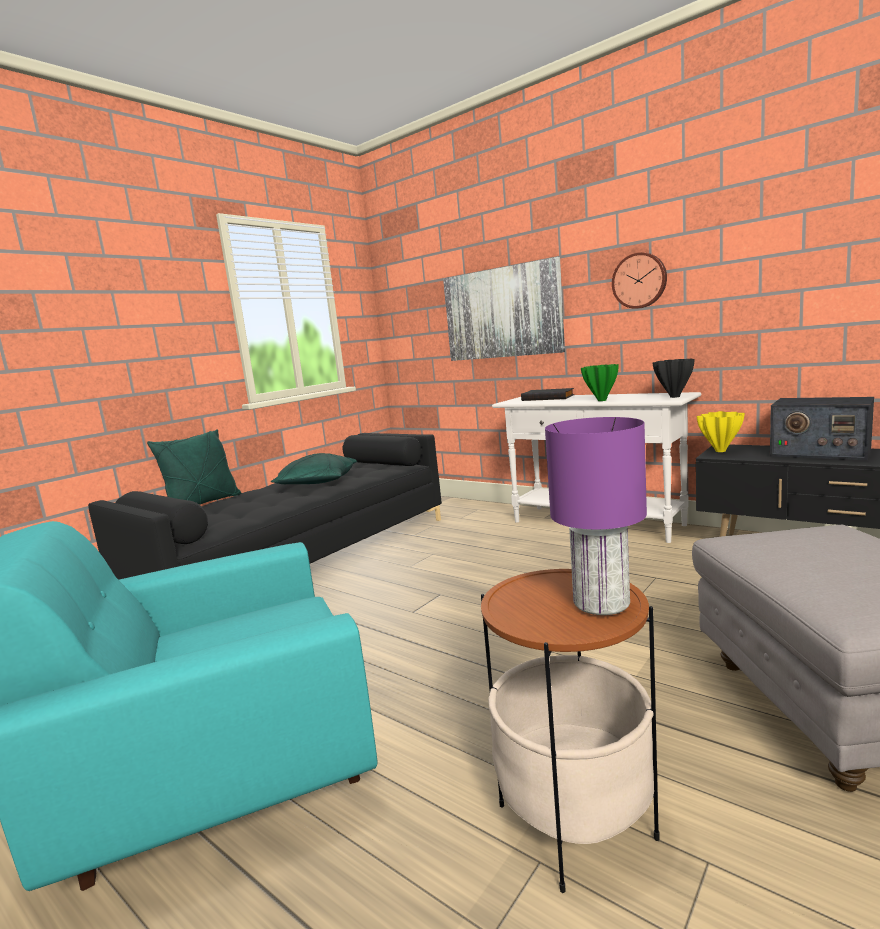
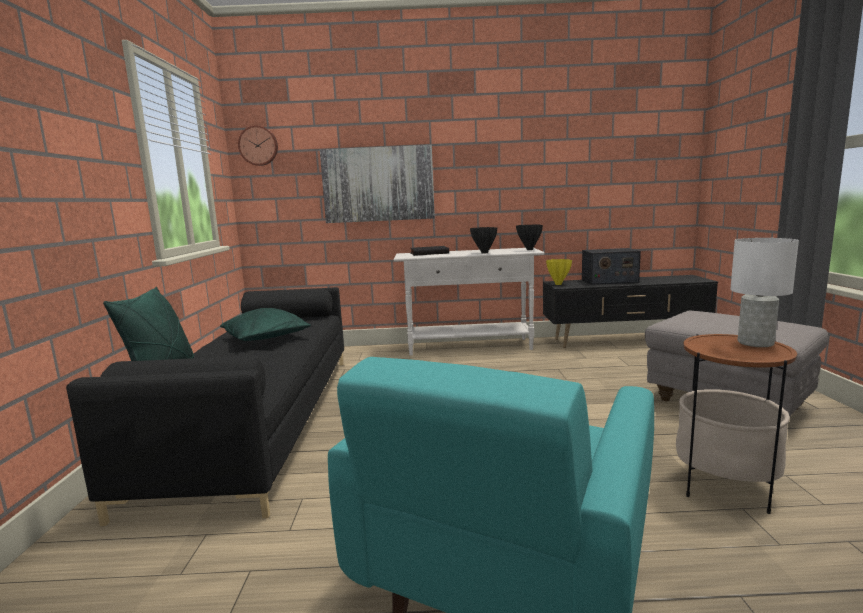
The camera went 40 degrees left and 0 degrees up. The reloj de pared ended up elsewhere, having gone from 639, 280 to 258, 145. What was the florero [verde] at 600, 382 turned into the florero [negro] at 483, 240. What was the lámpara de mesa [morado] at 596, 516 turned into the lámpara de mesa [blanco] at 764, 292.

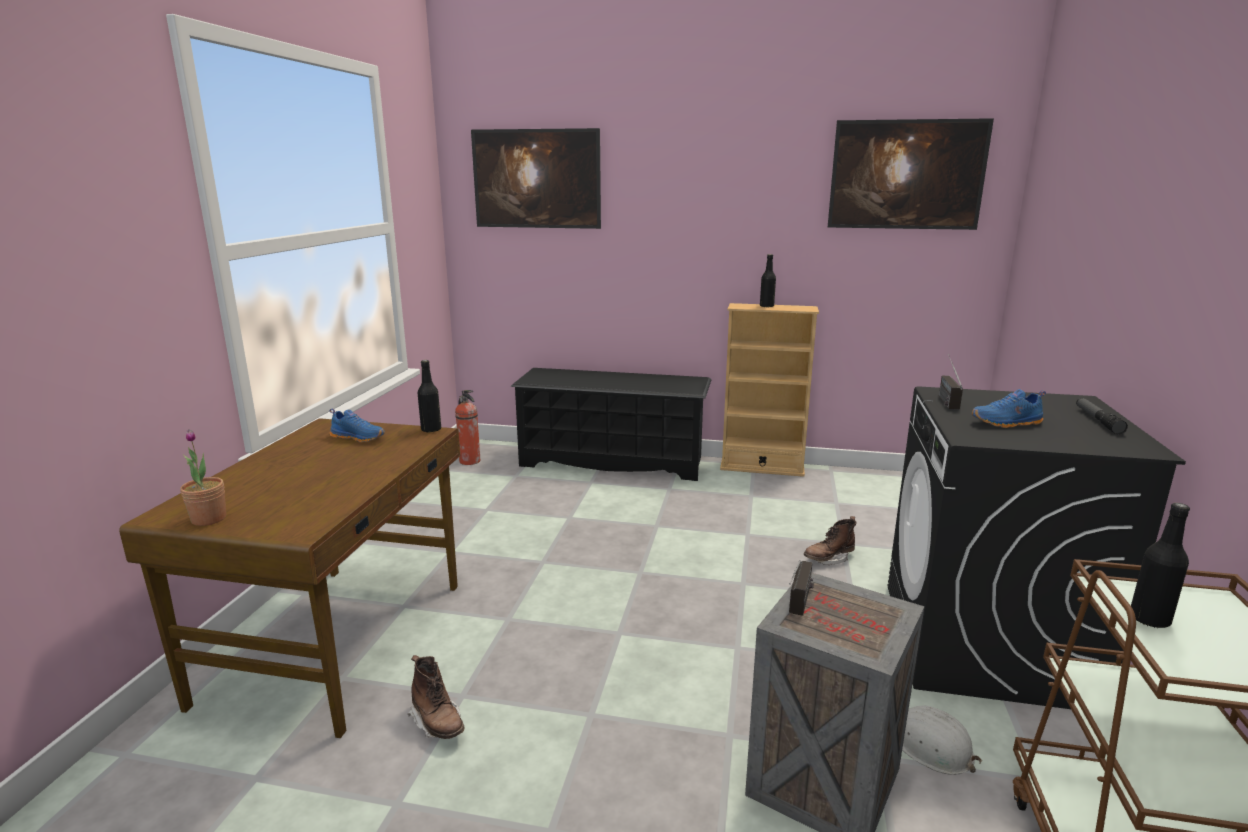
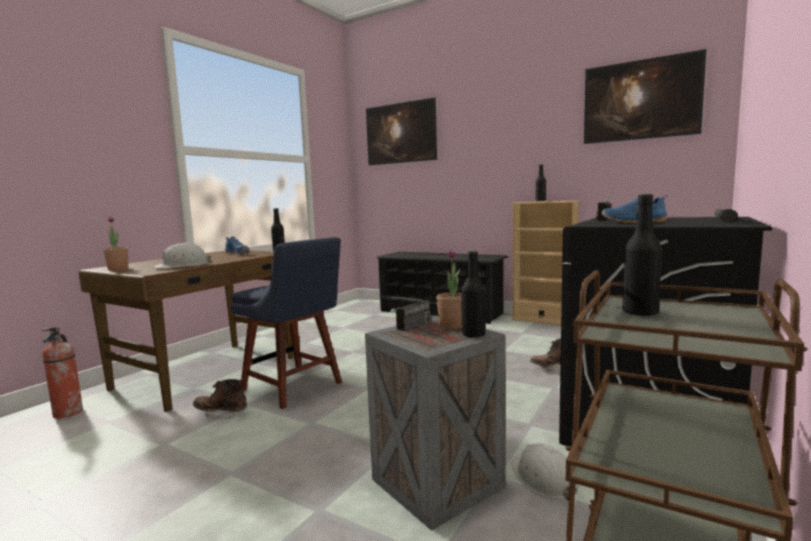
The camera went 20 degrees right and 10 degrees down. The extintor ended up elsewhere, having gone from 467, 427 to 62, 373. The bota [marrón] at 436, 697 ended up facing another way, 120 degrees clockwise from before. The second view gained the silla [azul] at 286, 323. The second view gained the casco [blanco] at 182, 255. The second view gained the planta en maceta at 449, 289. The second view gained the botella [negro] at 473, 294.

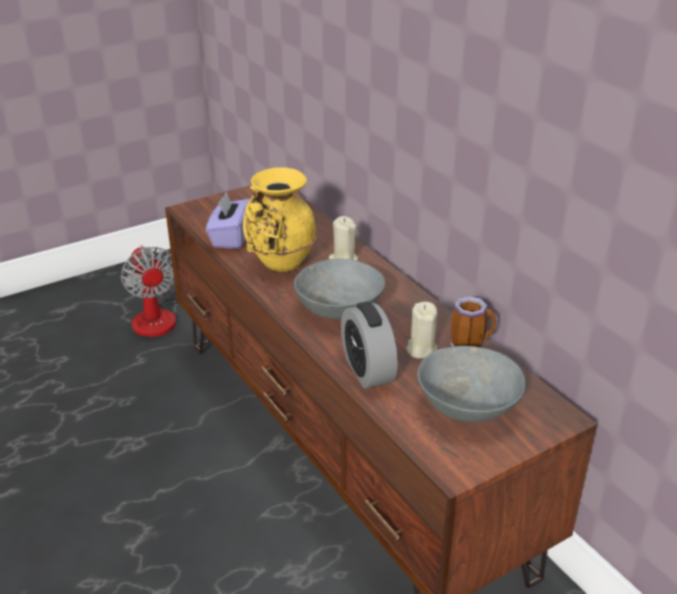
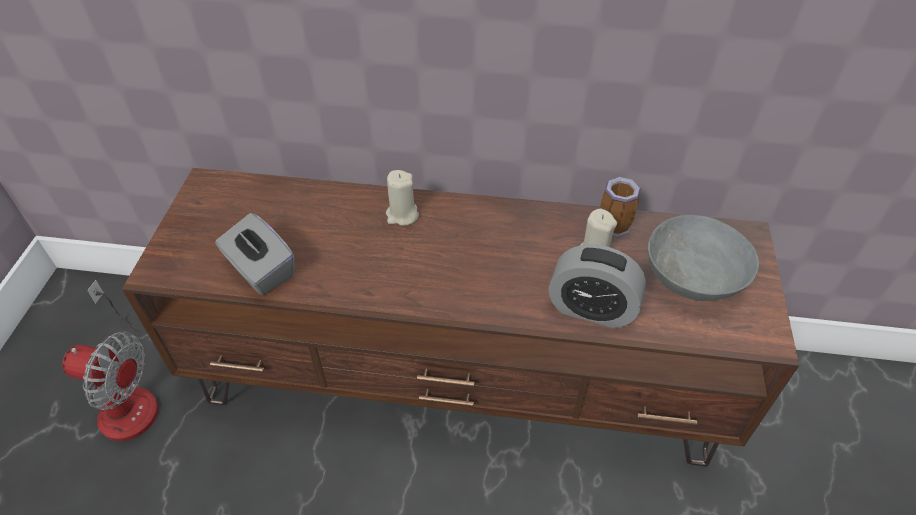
The camera went 50 degrees left and 15 degrees up. The second view lost the florero [amarillo] at 280, 219. What was the caja de pañuelos [morado] at 228, 220 turned into the caja de pañuelos [gris] at 255, 254. The second view lost the cuenco [gris] at 339, 289.

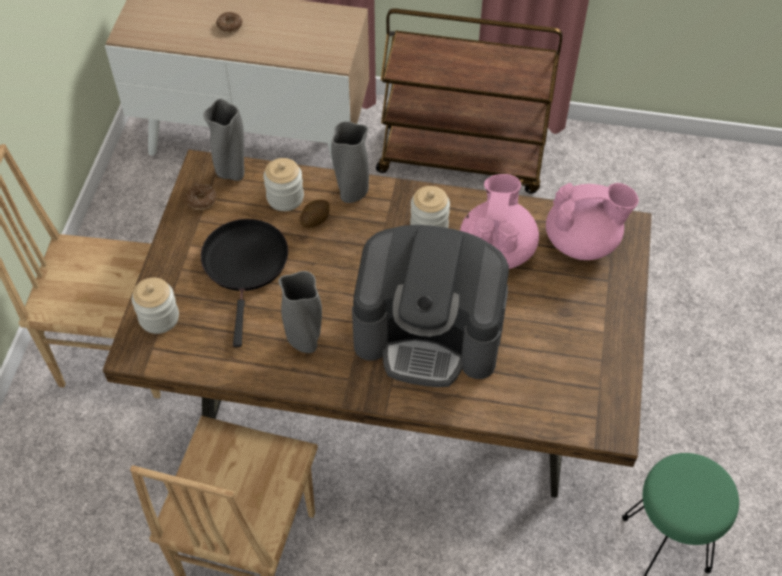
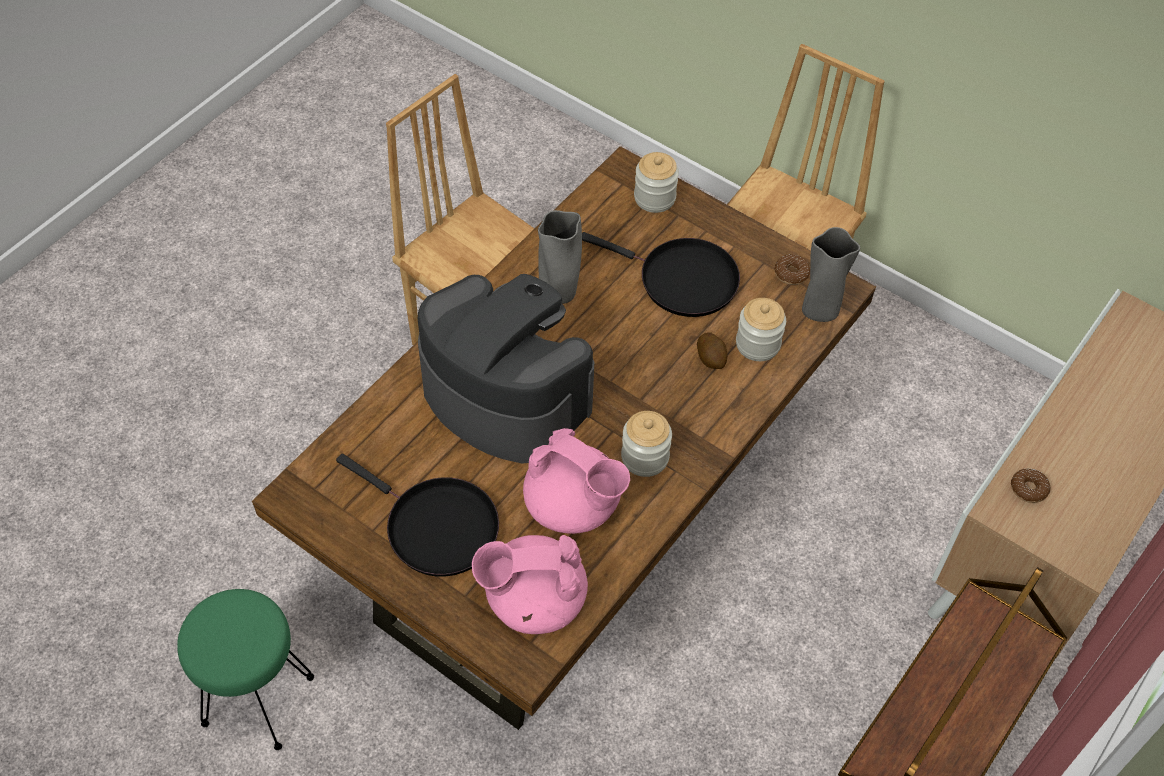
The camera went 115 degrees right and 0 degrees up. The rosquilla ended up elsewhere, having gone from 229, 22 to 1031, 485. The second view lost the florero [gris] at 350, 162. The tetera [rosa] at 592, 221 ended up facing another way, 60 degrees clockwise from before. The cafetera at 430, 306 ended up facing another way, 90 degrees clockwise from before. The second view gained the sartén [negro] at 417, 515.

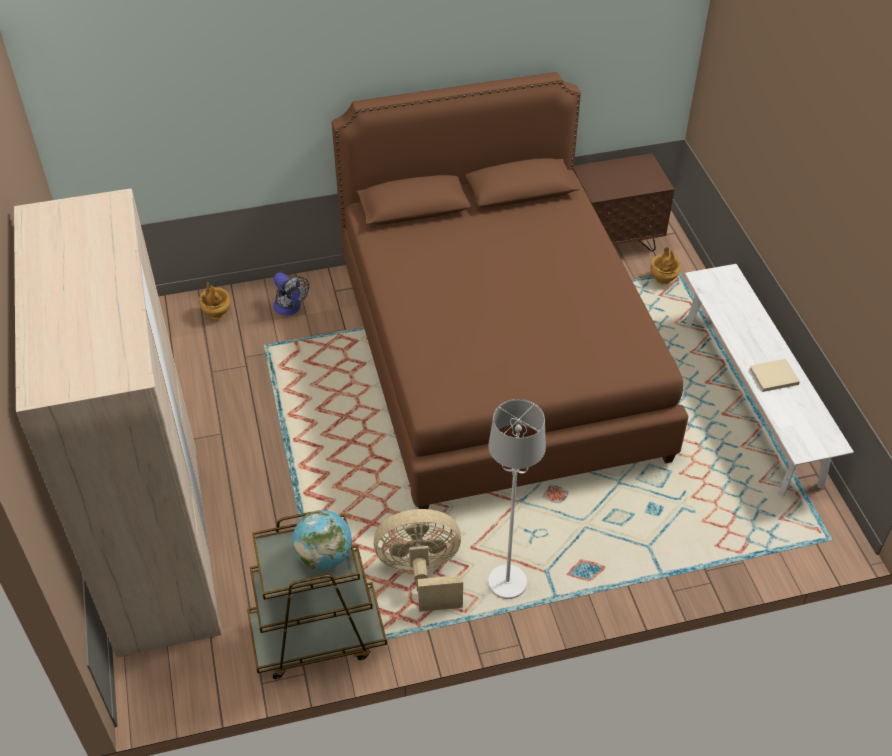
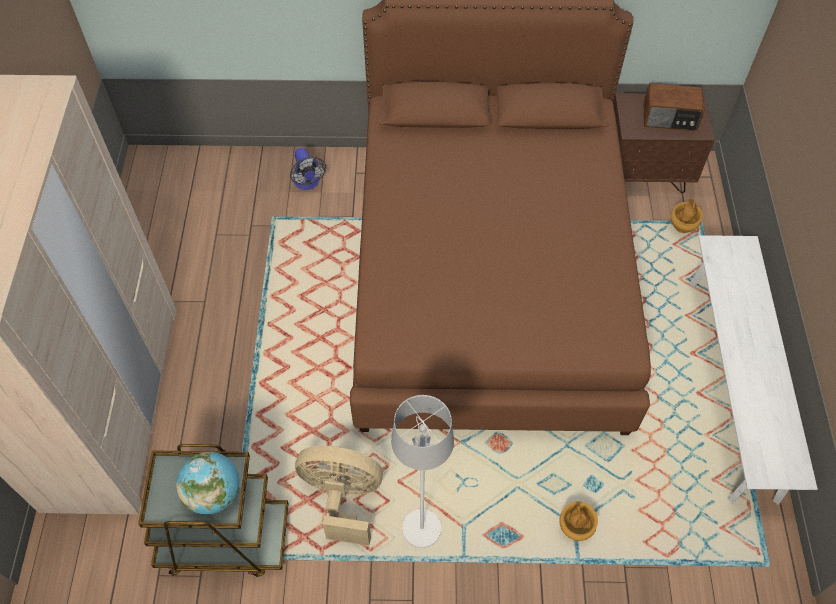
The camera went 15 degrees right and 10 degrees up. The florero [marrón] ended up elsewhere, having gone from 215, 301 to 578, 521. The second view lost the libro [beis] at 774, 375. The second view gained the radio at 673, 107.

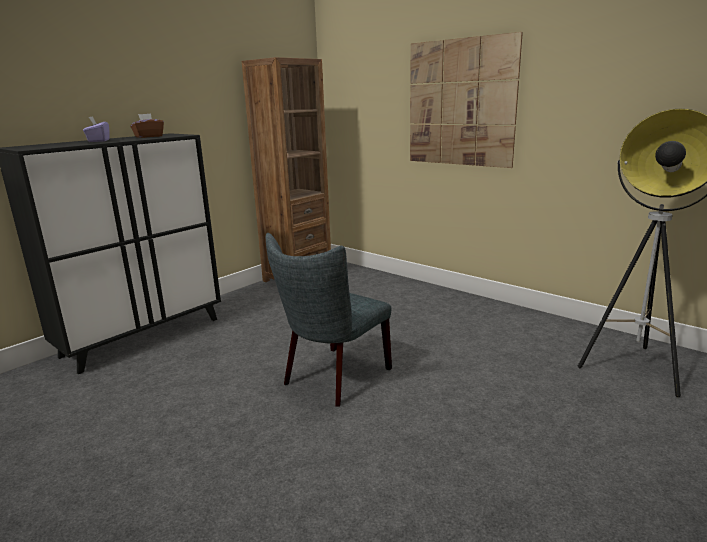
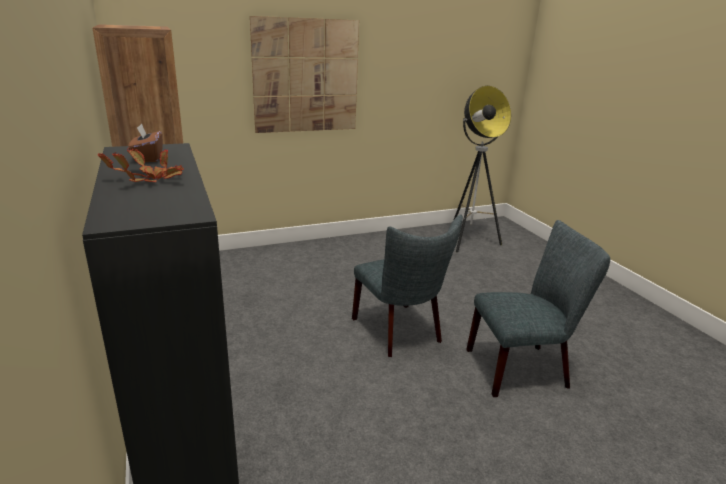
The camera went 65 degrees left and 5 degrees up. Where the caja de pañuelos [morado] stood at 96, 129, the planta en maceta came to stand at 141, 165. The second view gained the silla [gris] at 538, 308.

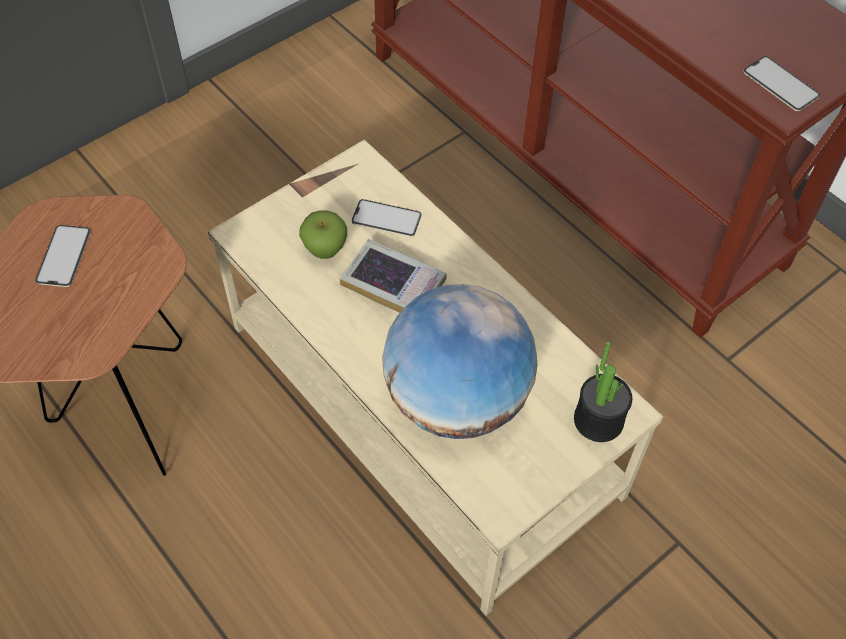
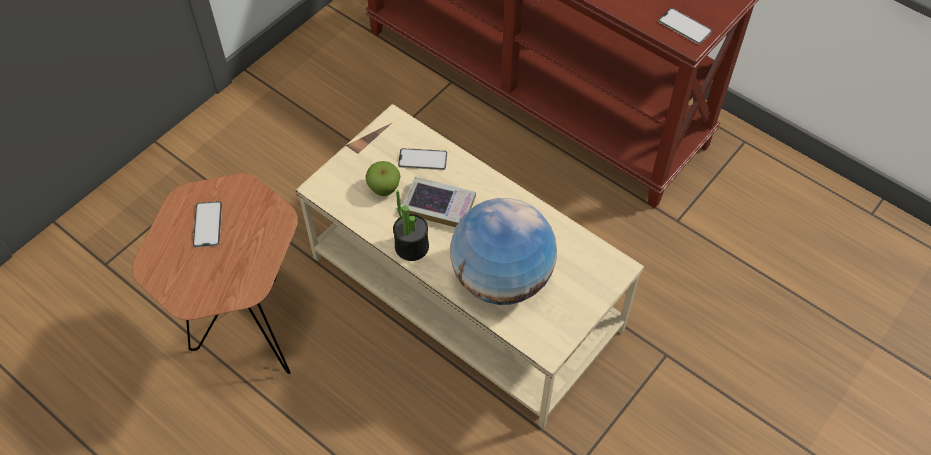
The camera went 10 degrees left and 0 degrees up. The planta en maceta ended up elsewhere, having gone from 603, 392 to 411, 225.

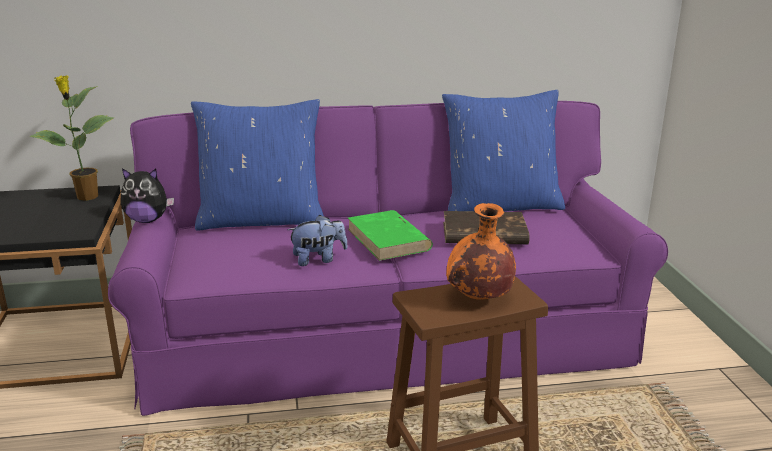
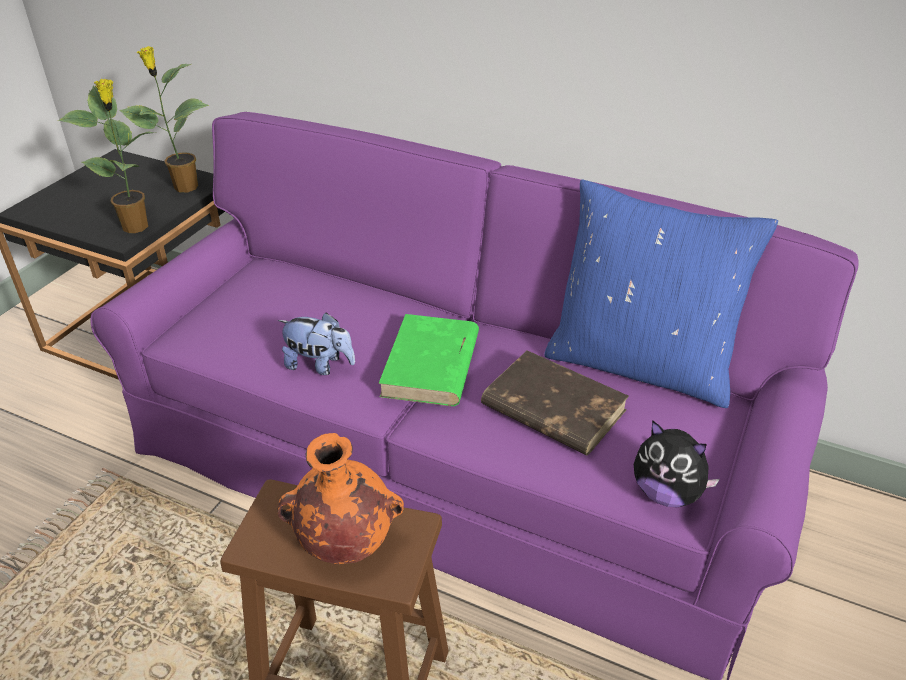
The camera went 35 degrees right and 15 degrees up. The second view lost the cojín [azul] at 257, 165. The peluche ended up elsewhere, having gone from 147, 195 to 677, 463. The second view gained the planta en maceta at 107, 156.

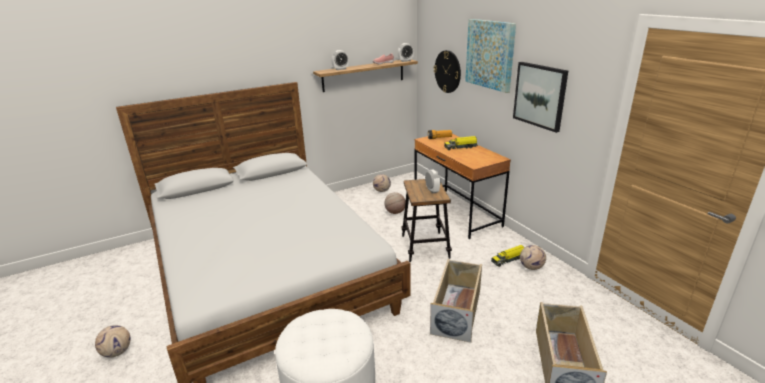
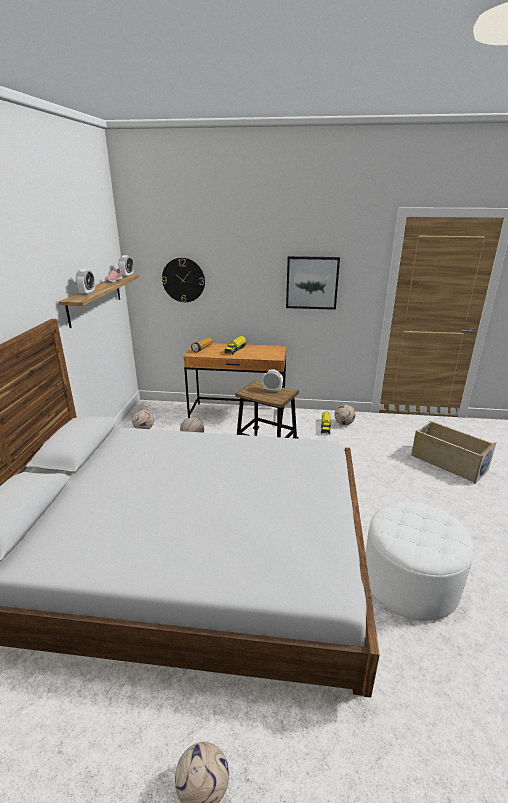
The camera went 55 degrees left and 0 degrees up. The second view lost the cuadro at 490, 56. The second view lost the caja de almacenaje [beis] at 456, 301.

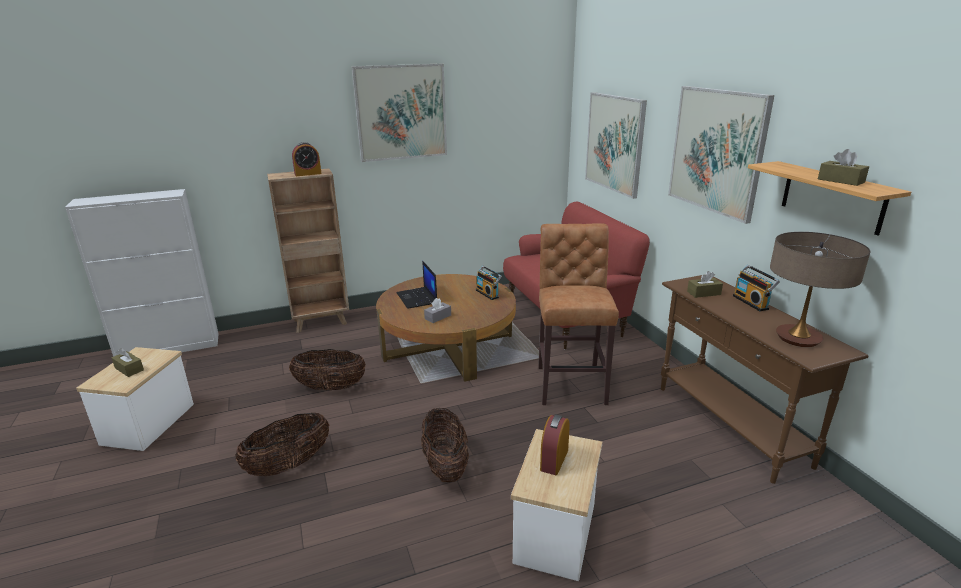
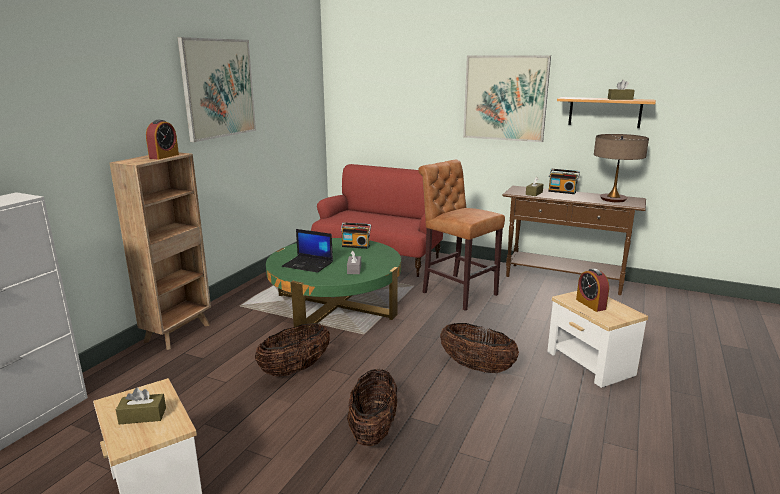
The camera went 45 degrees left and 5 degrees down. The second view lost the cuadro at 616, 145. What was the mesa de centro [marrón] at 446, 328 turned into the mesa de centro [verde] at 333, 286.

